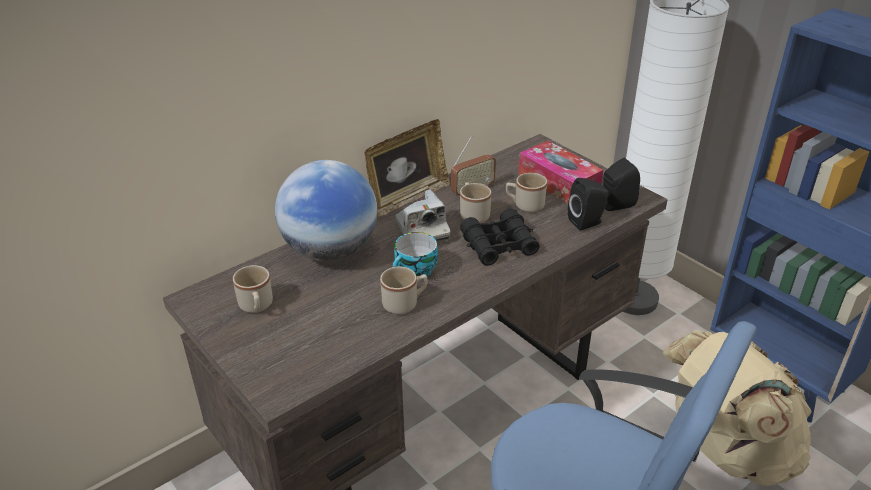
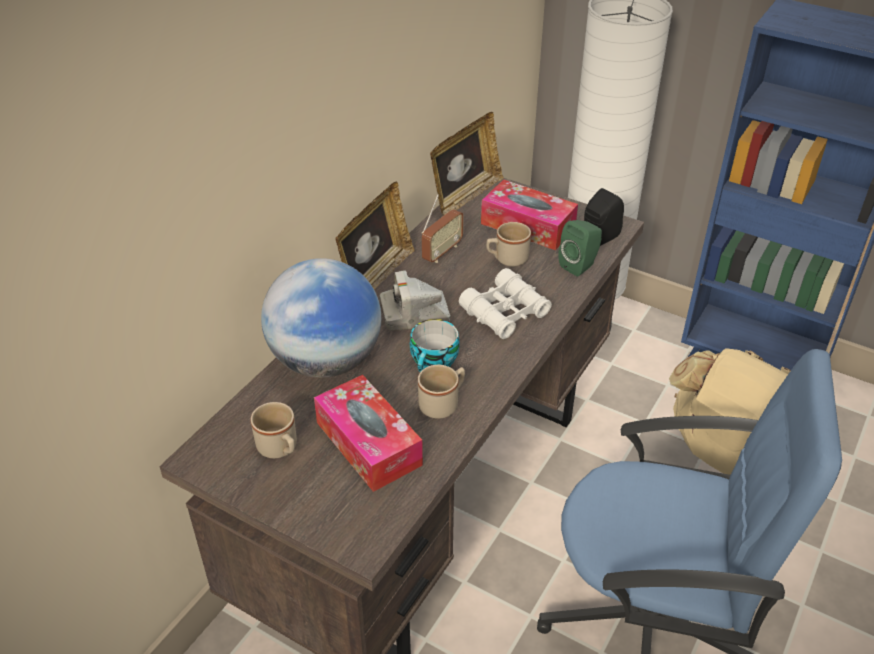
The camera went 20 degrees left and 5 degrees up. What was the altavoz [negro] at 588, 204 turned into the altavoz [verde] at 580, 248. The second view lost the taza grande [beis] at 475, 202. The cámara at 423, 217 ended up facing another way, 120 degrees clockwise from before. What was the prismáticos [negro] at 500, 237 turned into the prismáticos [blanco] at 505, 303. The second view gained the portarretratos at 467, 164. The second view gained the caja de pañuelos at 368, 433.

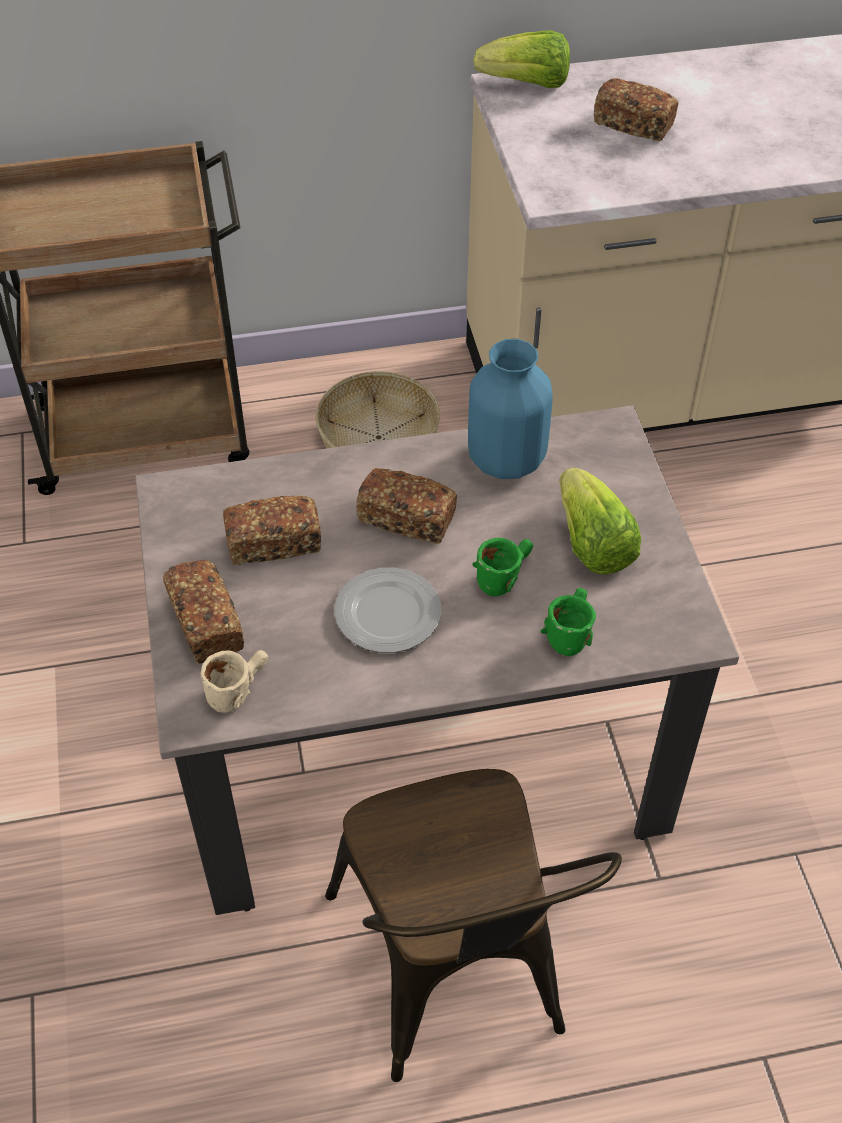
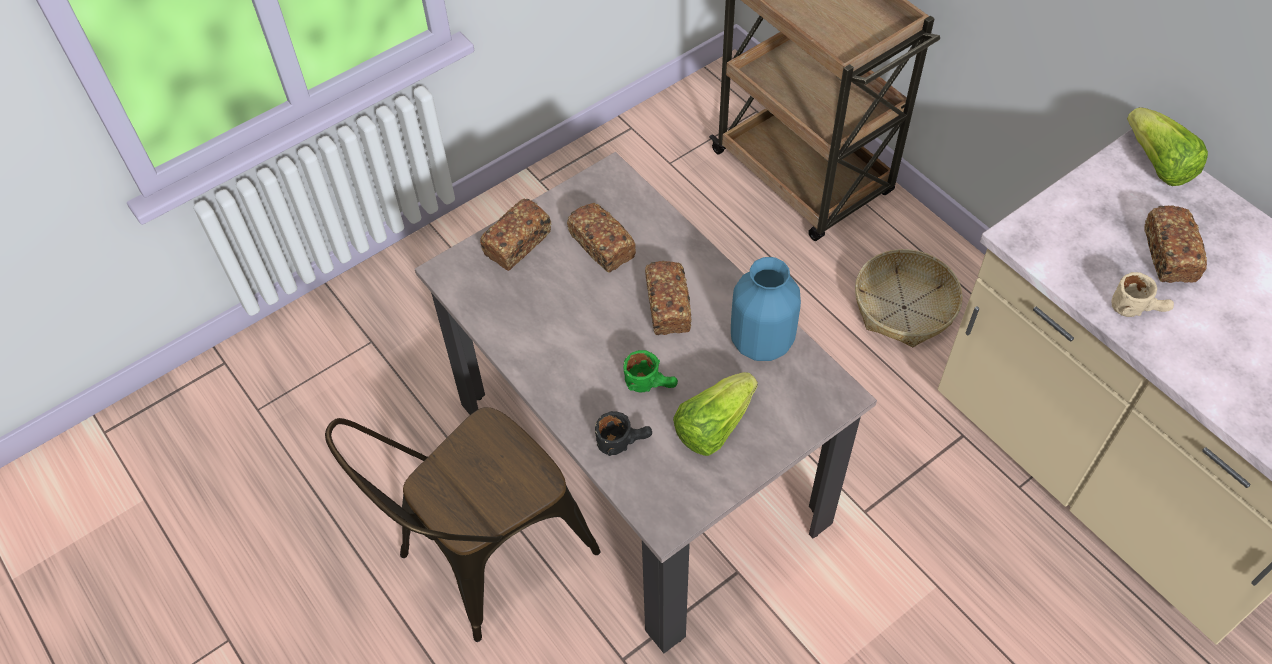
The camera went 65 degrees right and 5 degrees up. The second view lost the plato at 387, 610. What was the taza grande [verde] at 568, 622 turned into the taza grande [negro] at 623, 433. The taza grande [beis] ended up elsewhere, having gone from 234, 681 to 1142, 294.

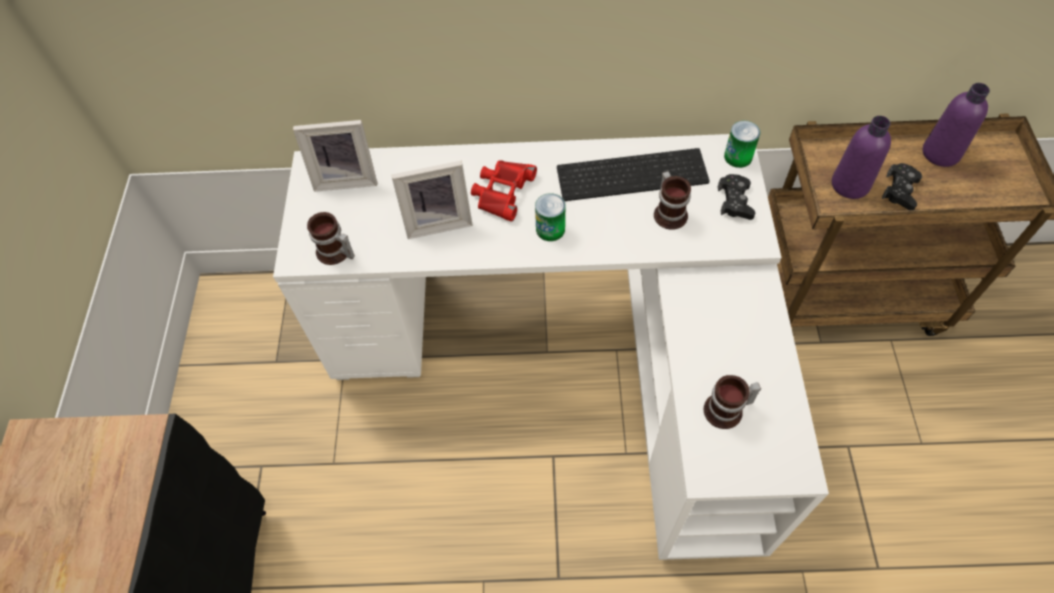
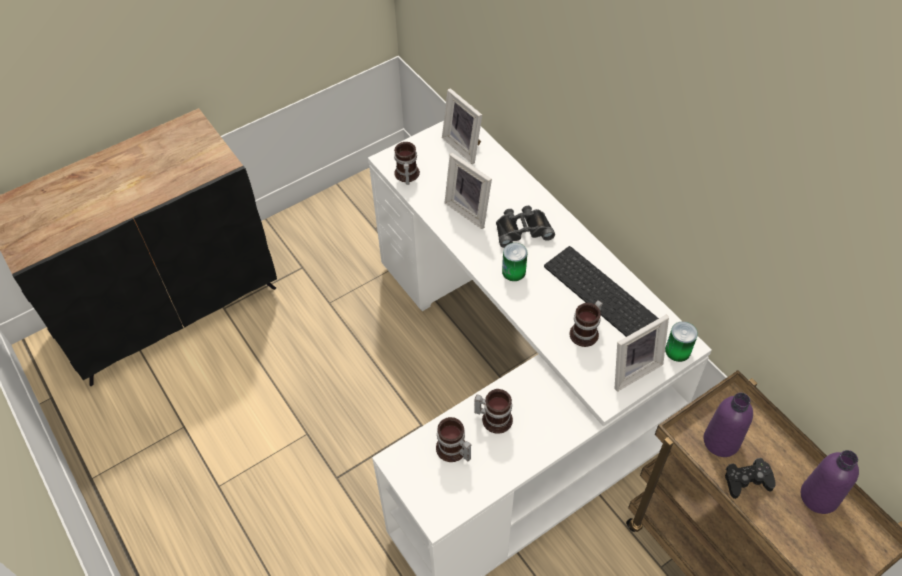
The camera went 55 degrees right and 5 degrees down. What was the prismáticos [rojo] at 504, 191 turned into the prismáticos [negro] at 525, 227. Where the mando de consola [negro] stood at 736, 197, the portarretratos came to stand at 641, 353. The second view gained the taza grande at 493, 411.

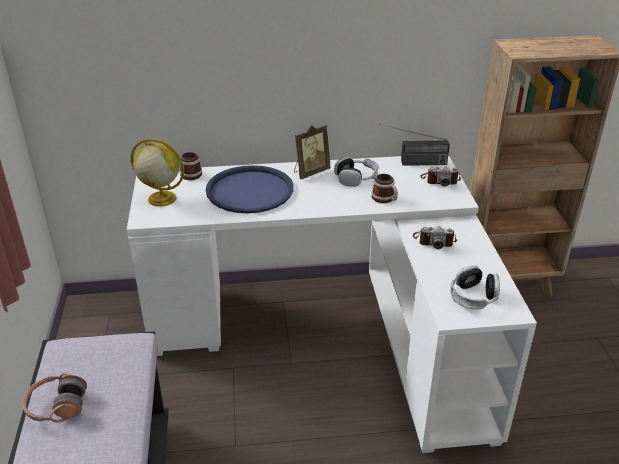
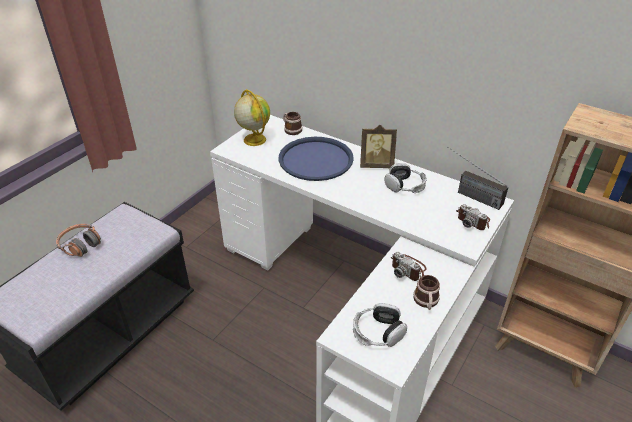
The camera went 40 degrees right and 5 degrees up. The taza grande ended up elsewhere, having gone from 384, 188 to 427, 292.

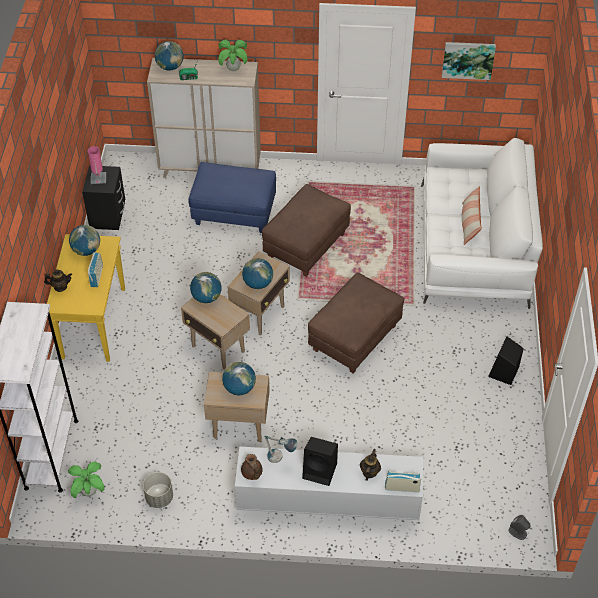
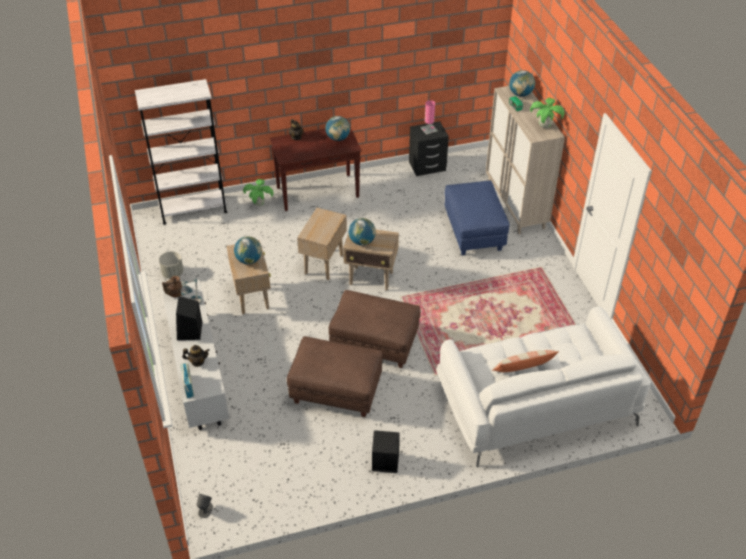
The camera went 70 degrees right and 5 degrees down. The second view lost the cuadro at 469, 61. The puf [marrón] ended up elsewhere, having gone from 306, 230 to 335, 376. What was the mesa consola [amarillo] at 86, 298 turned into the mesa consola [marrón] at 316, 168. The second view lost the radio at 95, 269. The second view lost the globo terráqueo at 206, 287. The planta en maceta ended up elsewhere, having gone from 86, 479 to 258, 192.

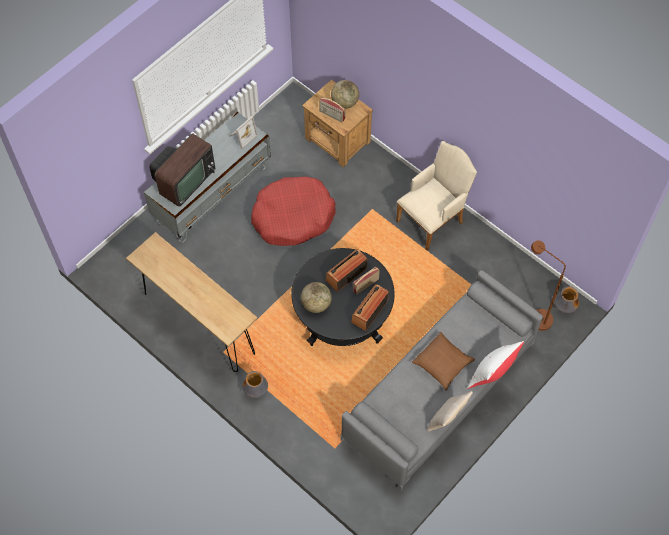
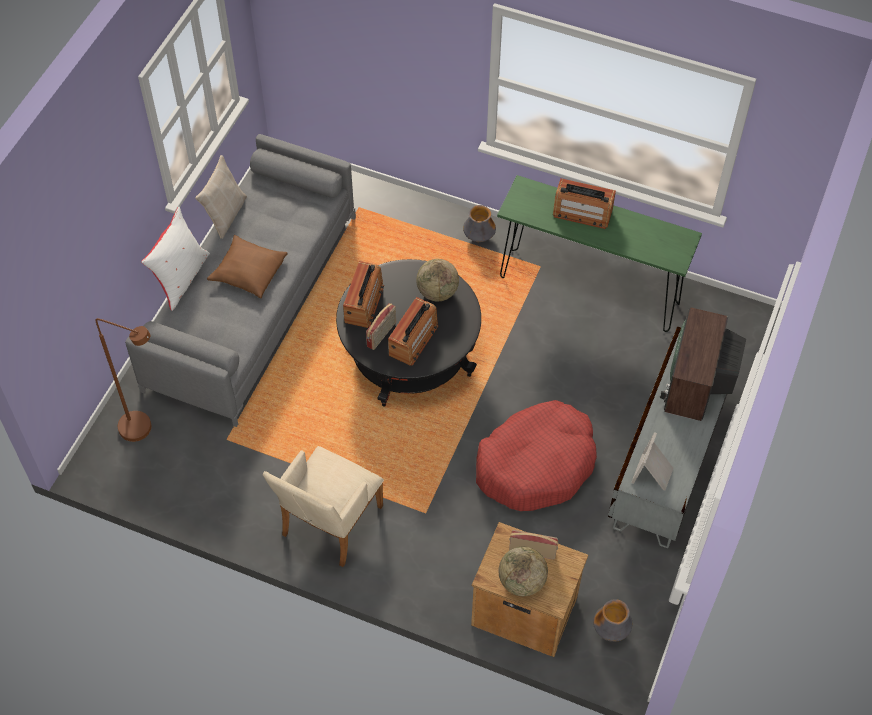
The camera went 160 degrees right and 5 degrees down. What was the mesa consola [marrón] at 191, 302 turned into the mesa consola [verde] at 599, 253. The florero ended up elsewhere, having gone from 567, 299 to 612, 620. The second view gained the radio at 584, 203.

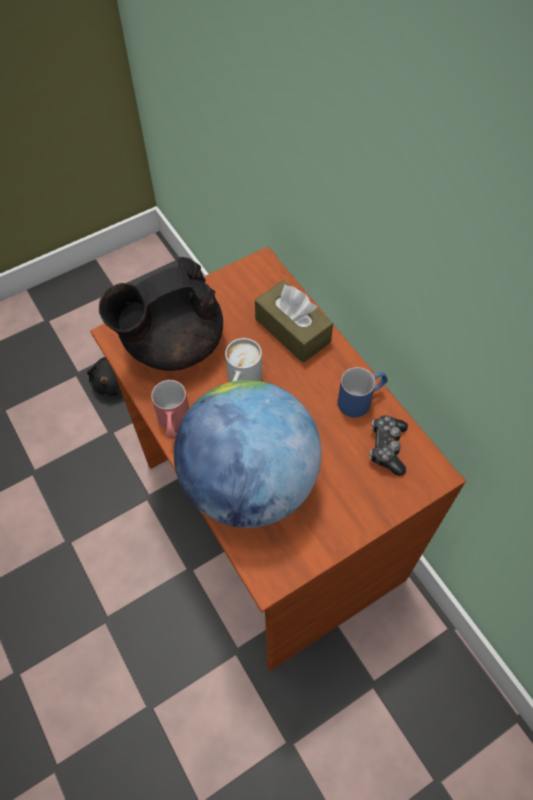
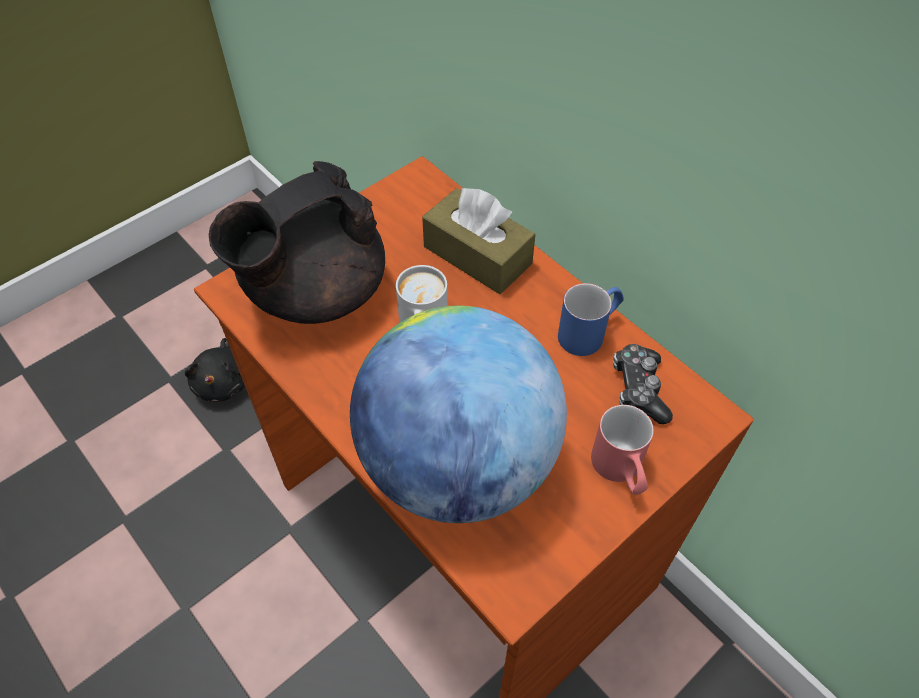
The camera went 10 degrees left and 5 degrees down. The taza grande [rojo] ended up elsewhere, having gone from 170, 409 to 622, 450.

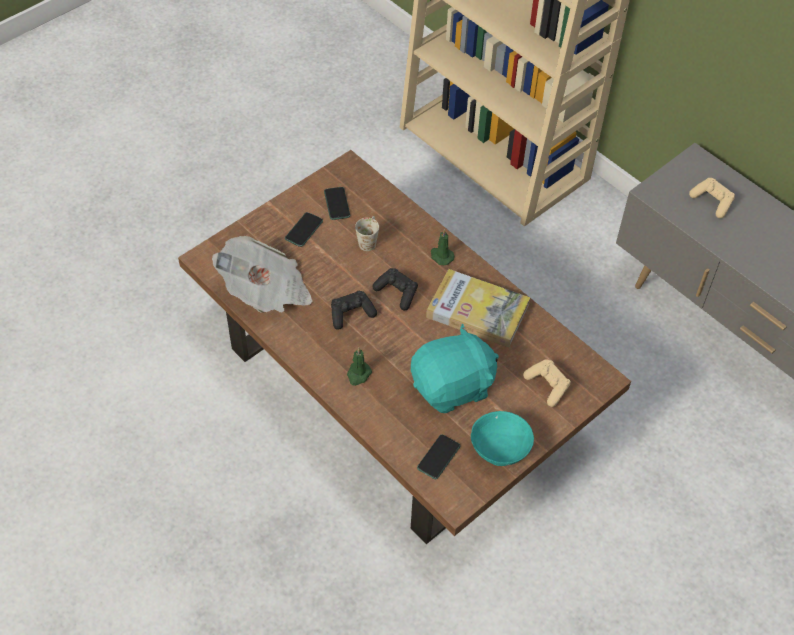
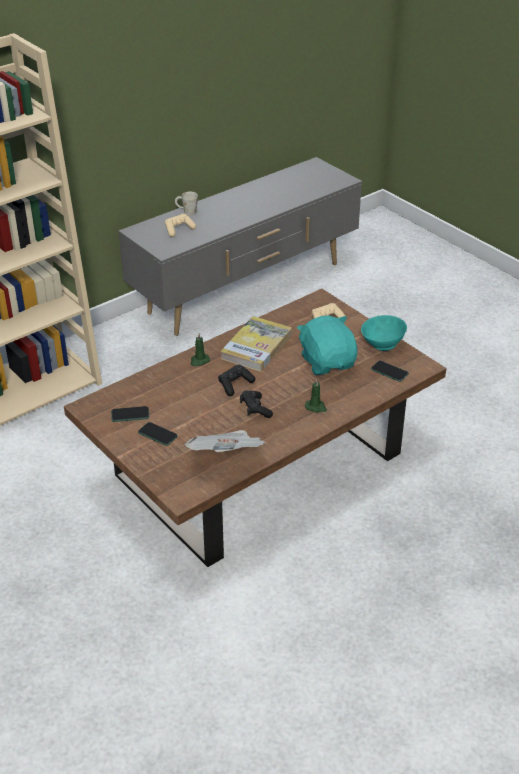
The camera went 85 degrees left and 15 degrees down. The taza grande [blanco] ended up elsewhere, having gone from 367, 233 to 186, 204.

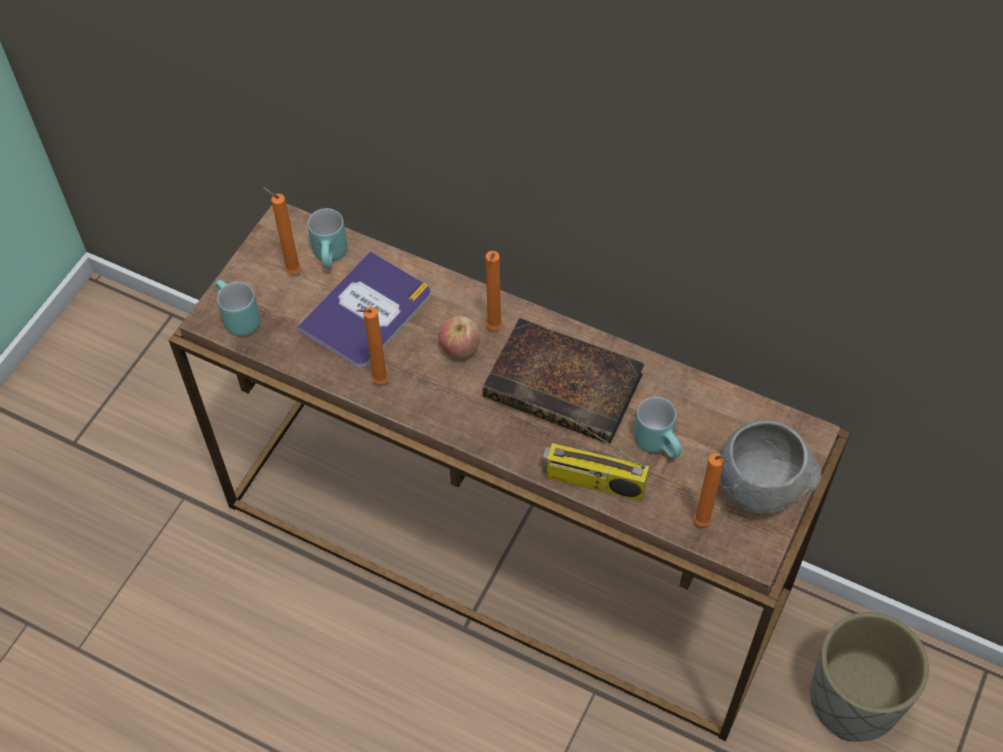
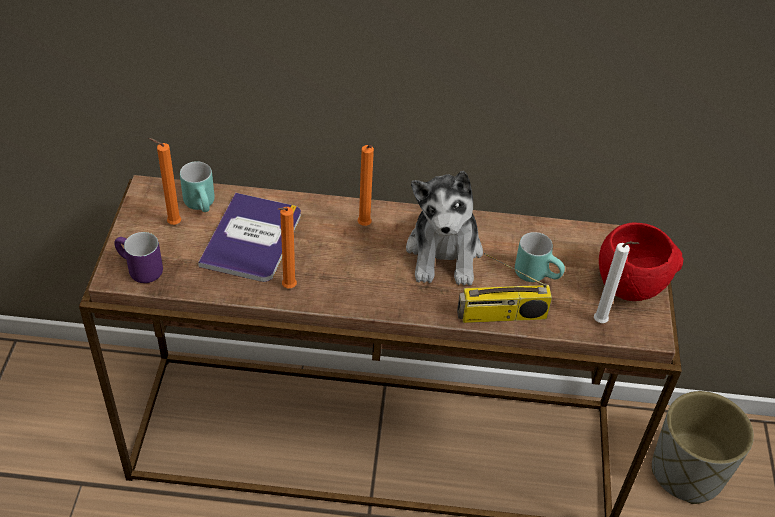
The camera went 25 degrees left and 10 degrees down. What was the taza grande [turquesa] at 237, 308 turned into the taza grande [morado] at 138, 257. The second view lost the manzana at 459, 337. Where the libro stood at 563, 381, the peluche came to stand at 444, 228. What was the cuenco [gris] at 771, 467 turned into the cuenco [rojo] at 641, 262. What was the vela [naranja] at 712, 490 turned into the vela [blanco] at 617, 282.

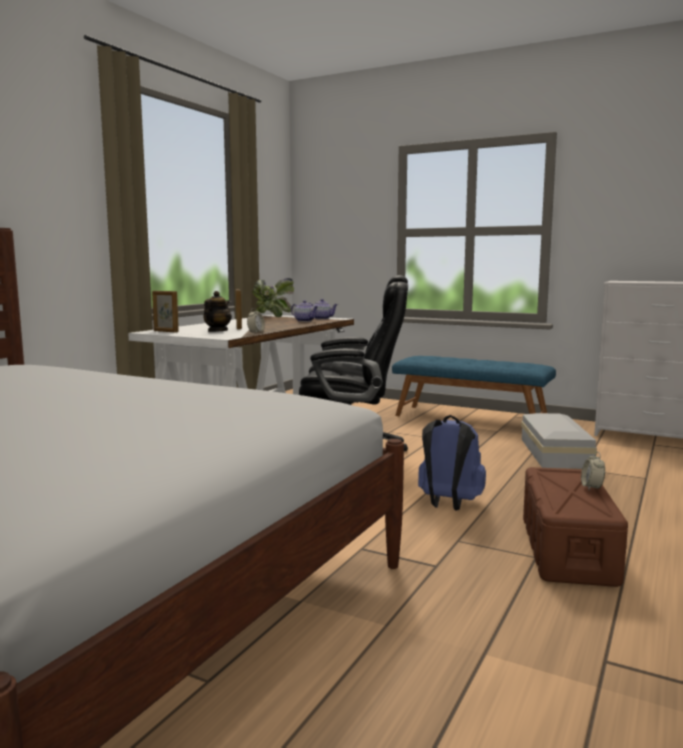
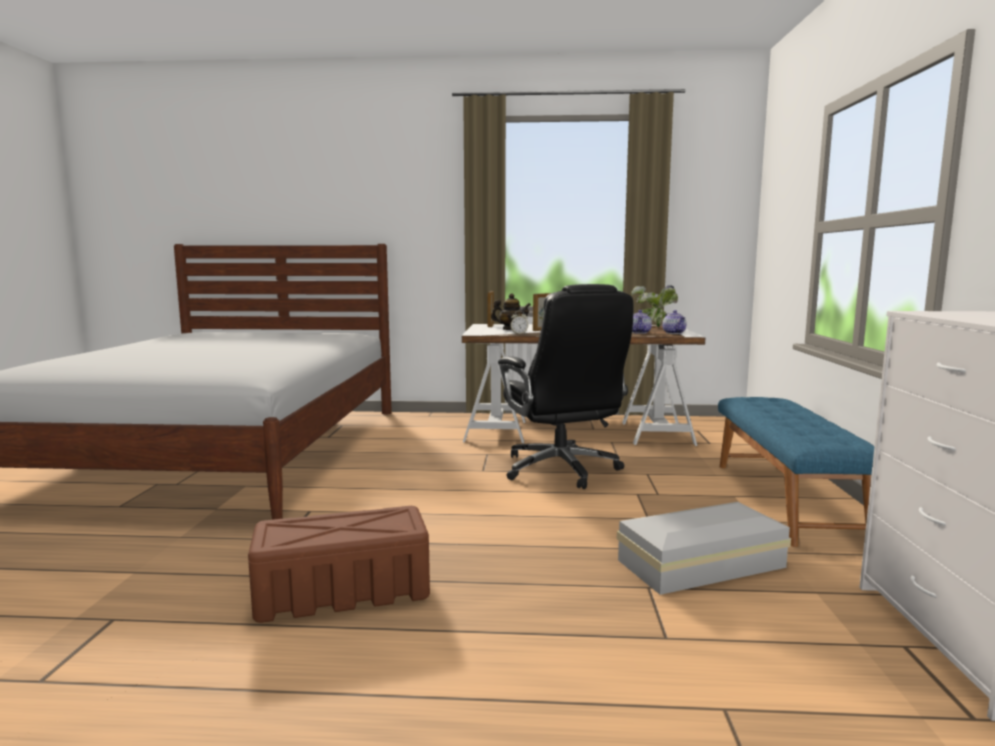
The camera went 65 degrees right and 0 degrees up. The second view lost the mochila [azul] at 452, 462. The second view lost the despertador at 593, 471.

